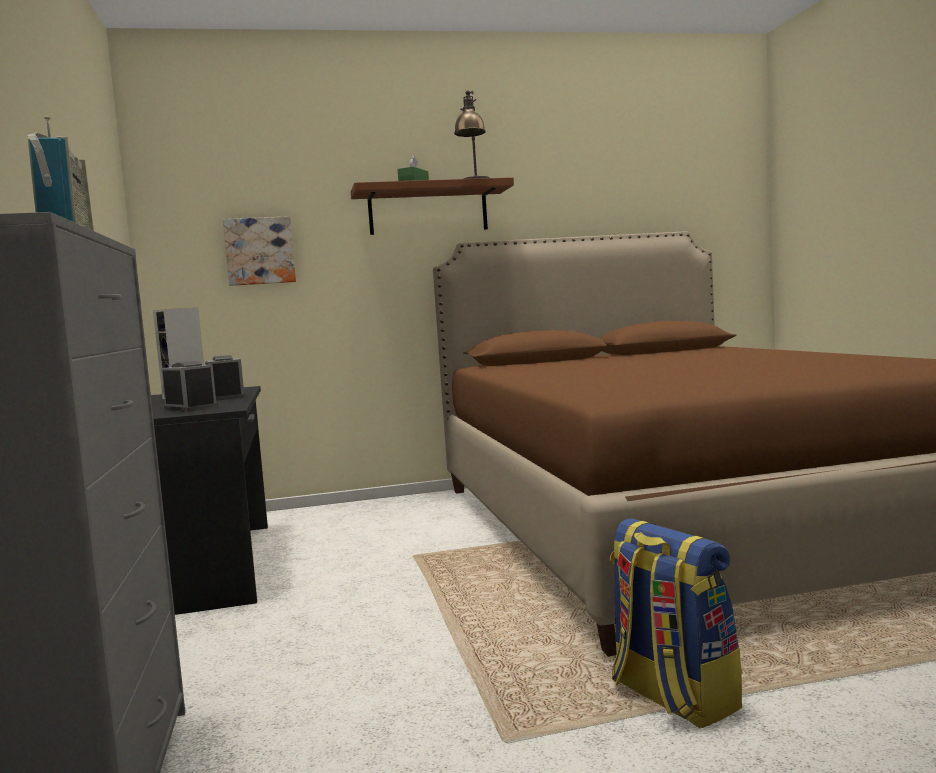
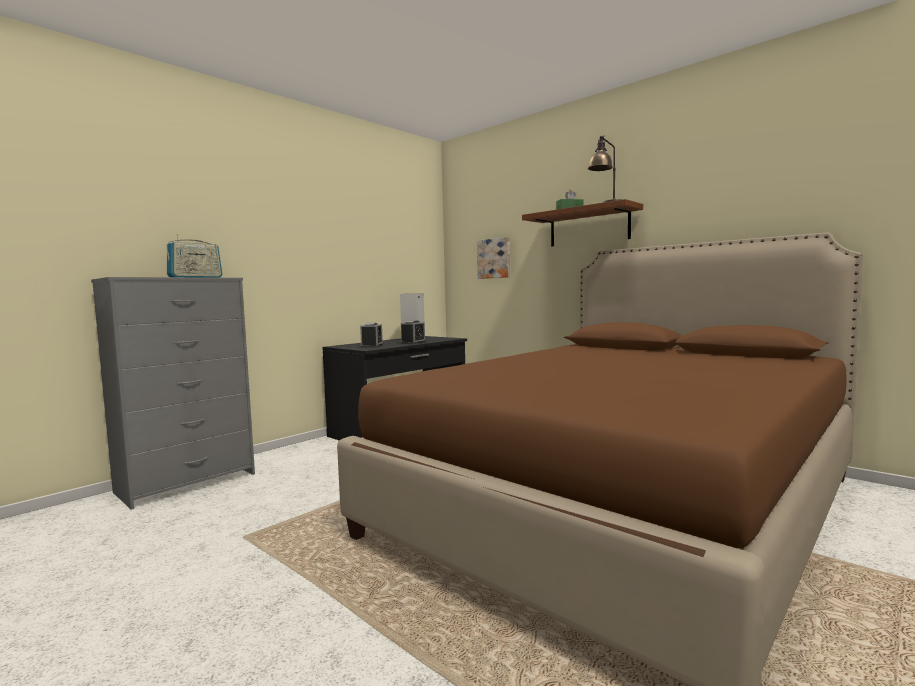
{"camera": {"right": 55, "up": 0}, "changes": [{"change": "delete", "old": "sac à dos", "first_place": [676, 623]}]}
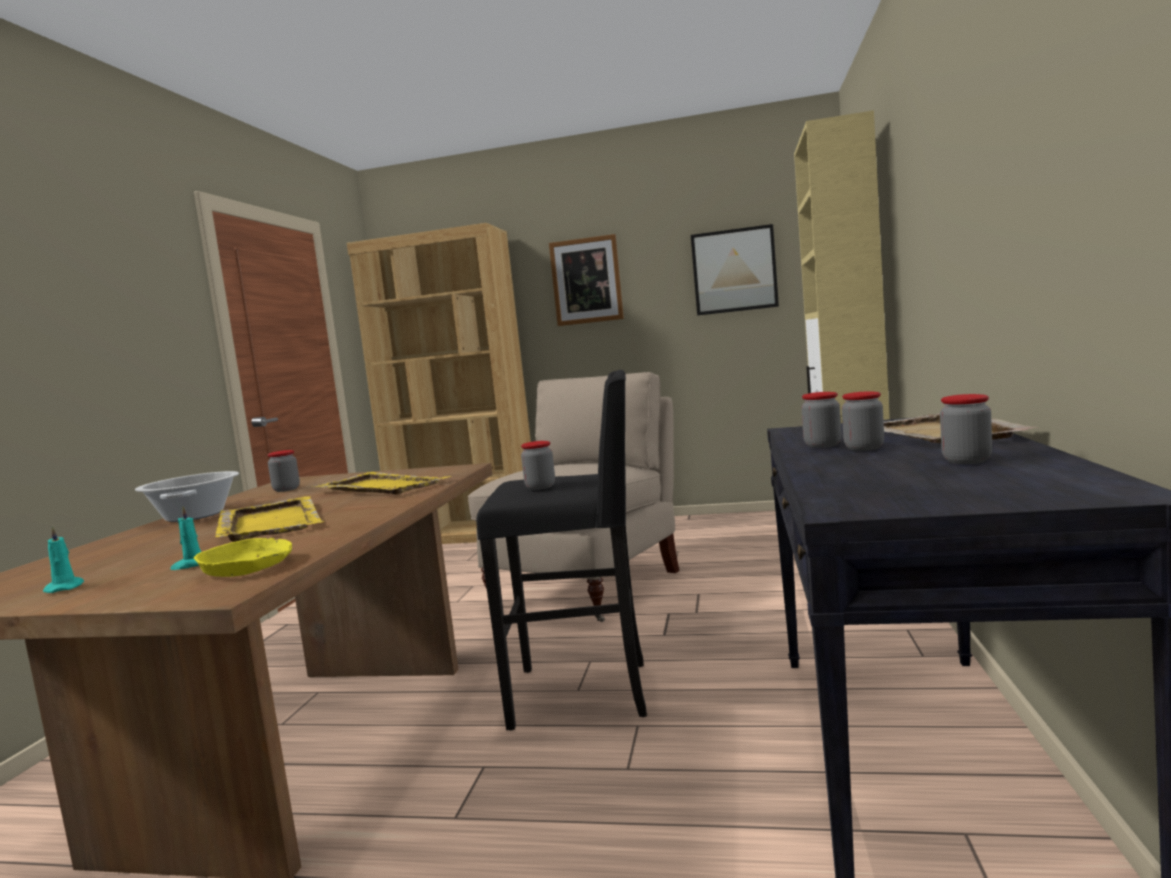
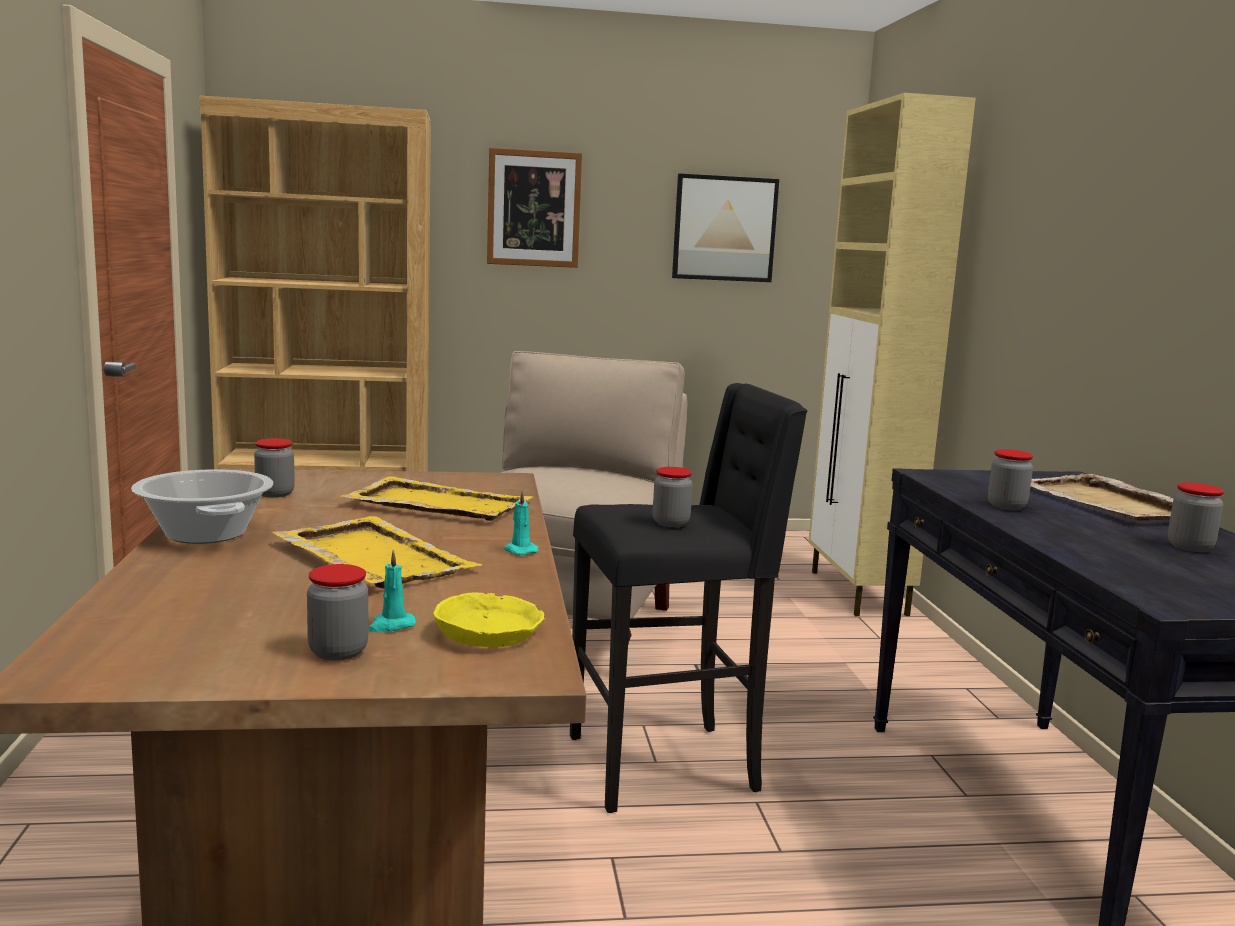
{"camera": {"right": -20, "up": 5}, "changes": [{"change": "move", "old": "bocal", "first_place": [863, 421], "second_place": [337, 612]}, {"change": "move", "old": "bougie (turquoise)", "first_place": [63, 559], "second_place": [521, 522]}]}
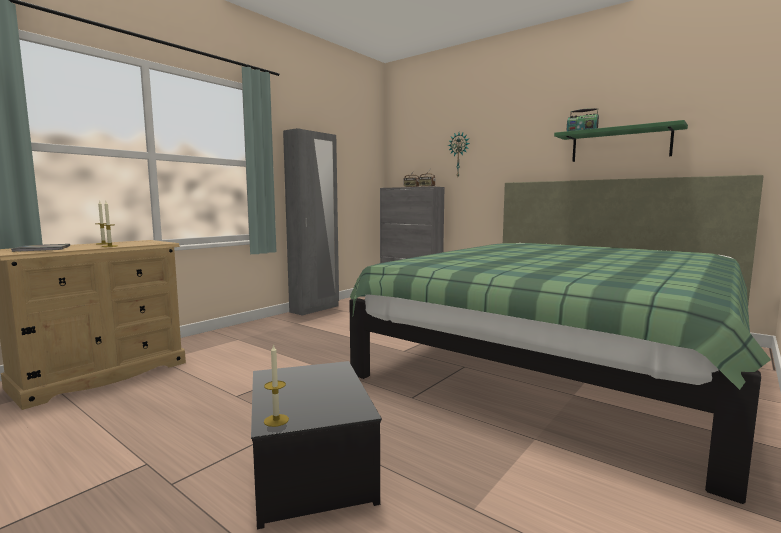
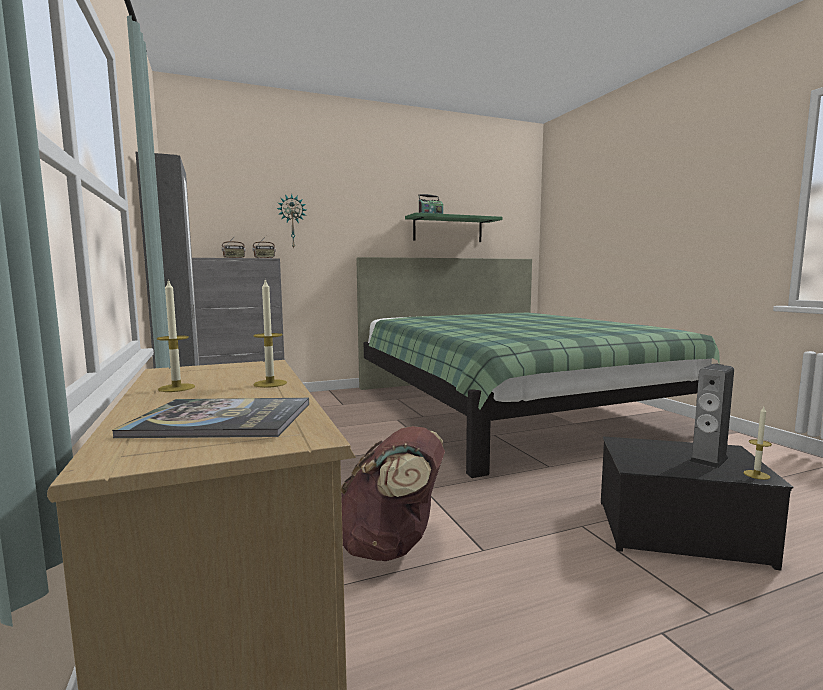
{"camera": {"right": -60, "up": 0}, "changes": [{"change": "insert", "new": "enceinte", "second_place": [711, 416]}, {"change": "insert", "new": "sac à dos (marron)", "second_place": [393, 493]}]}
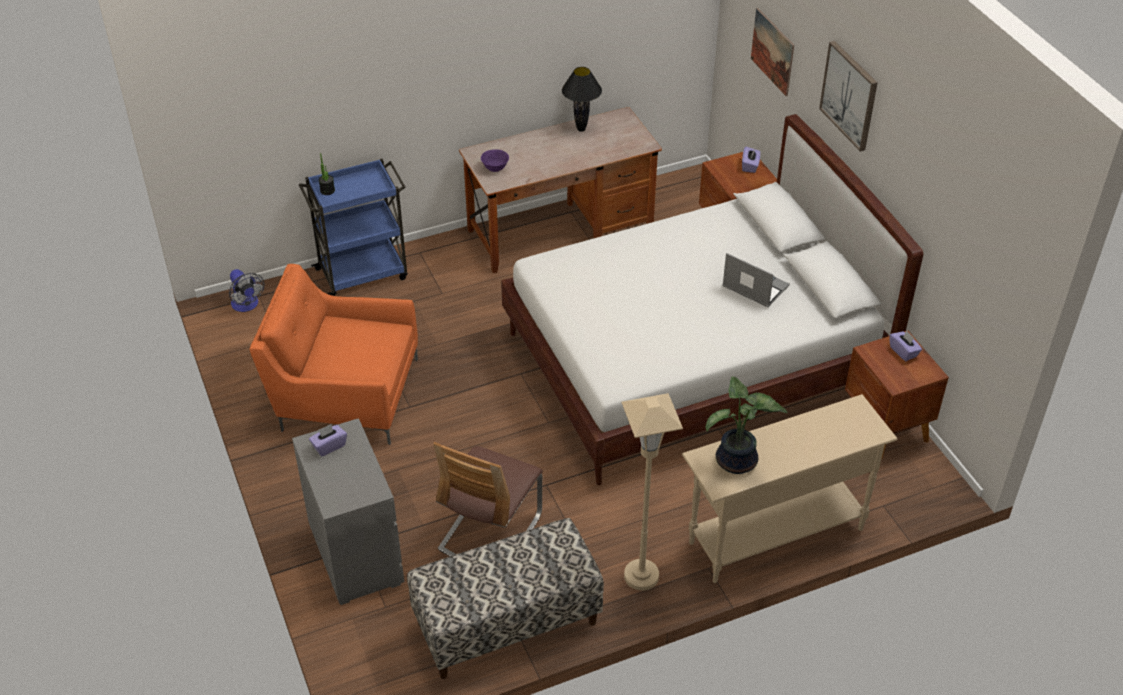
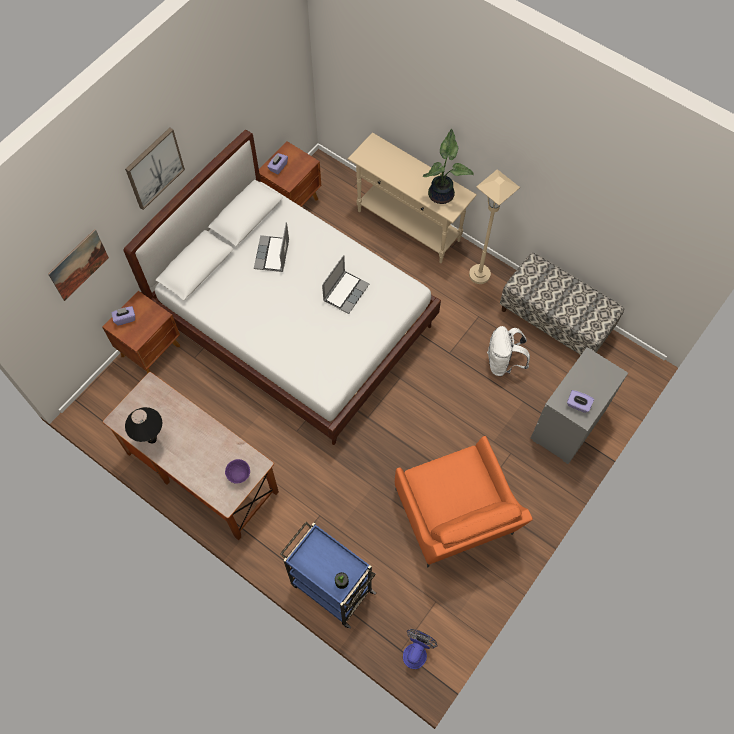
{"camera": {"right": -120, "up": 20}, "changes": [{"change": "replace", "old": "chaise", "new": "sac à dos (blanc)", "first_place": [488, 499], "second_place": [508, 351]}, {"change": "insert", "new": "ordinateur portable", "second_place": [345, 284]}]}
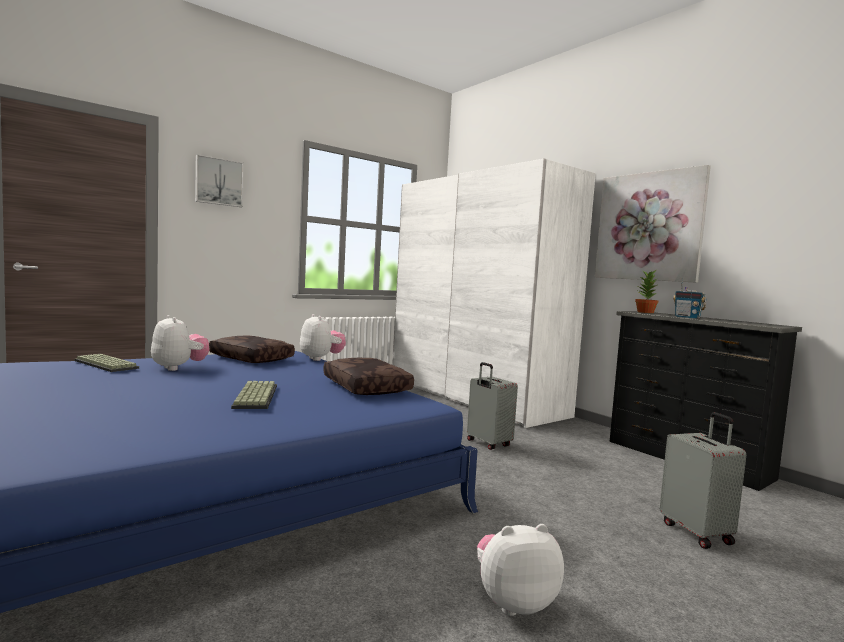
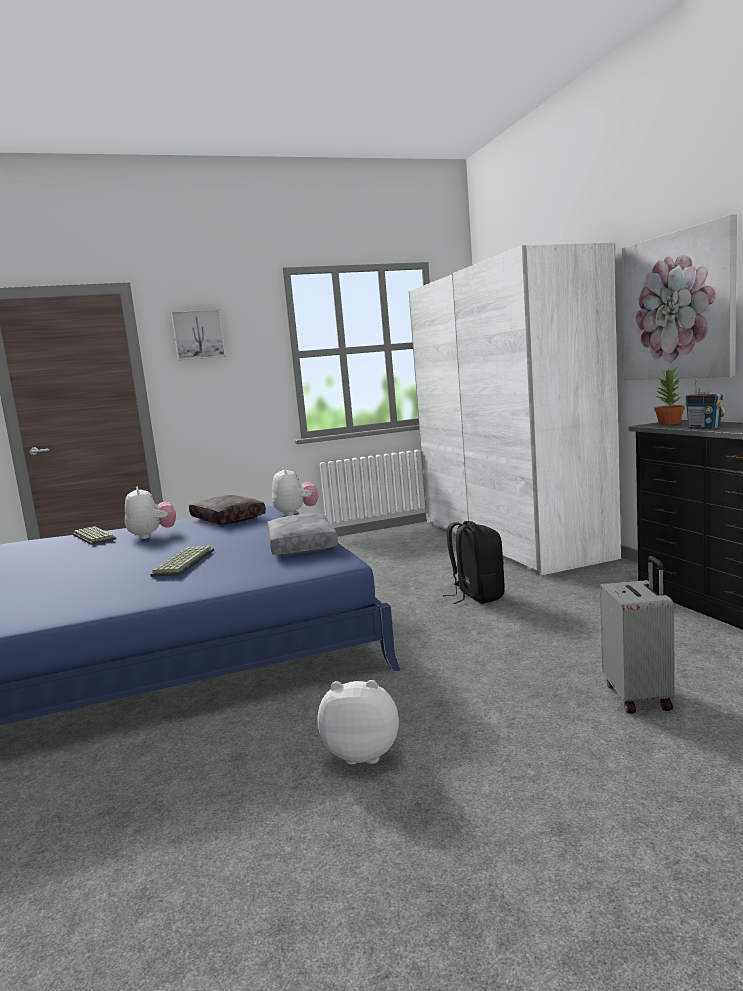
{"camera": {"right": 20, "up": 5}, "changes": [{"change": "recolor", "old": "coussin (marron)", "new": "coussin (gris)", "first_place": [368, 376], "second_place": [302, 534]}, {"change": "replace", "old": "valise (gris)", "new": "sac à dos (noir)", "first_place": [492, 406], "second_place": [474, 562]}]}
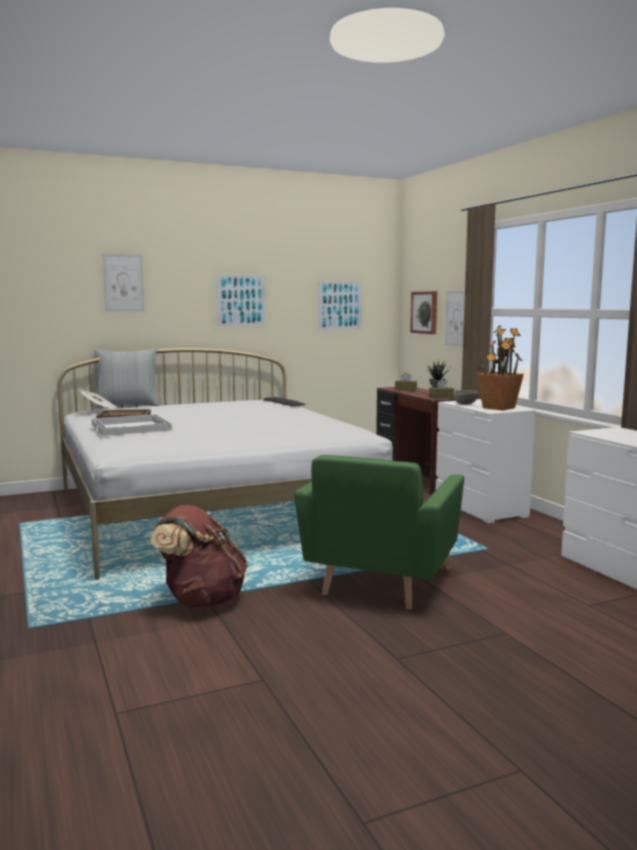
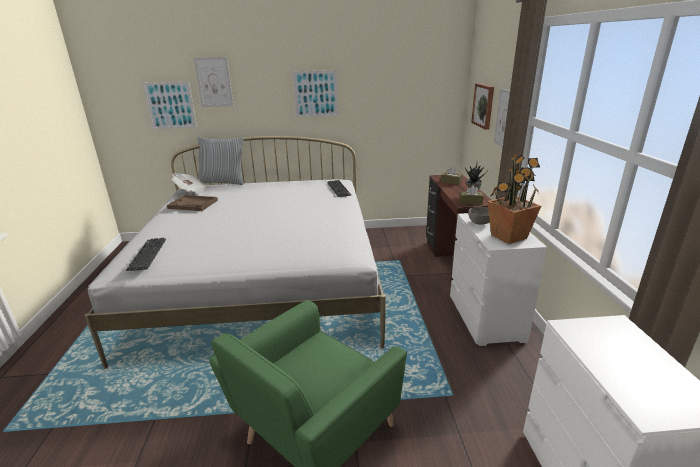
{"camera": {"right": 20, "up": 15}, "changes": [{"change": "move", "old": "tableau", "first_place": [340, 305], "second_place": [170, 105]}, {"change": "delete", "old": "plateau (blanc)", "first_place": [132, 425]}, {"change": "delete", "old": "sac à dos (marron)", "first_place": [199, 556]}, {"change": "insert", "new": "clavier", "second_place": [146, 254]}]}
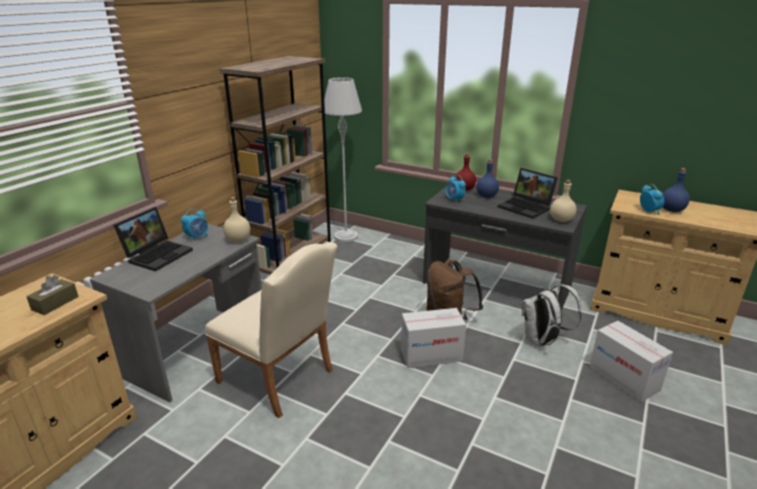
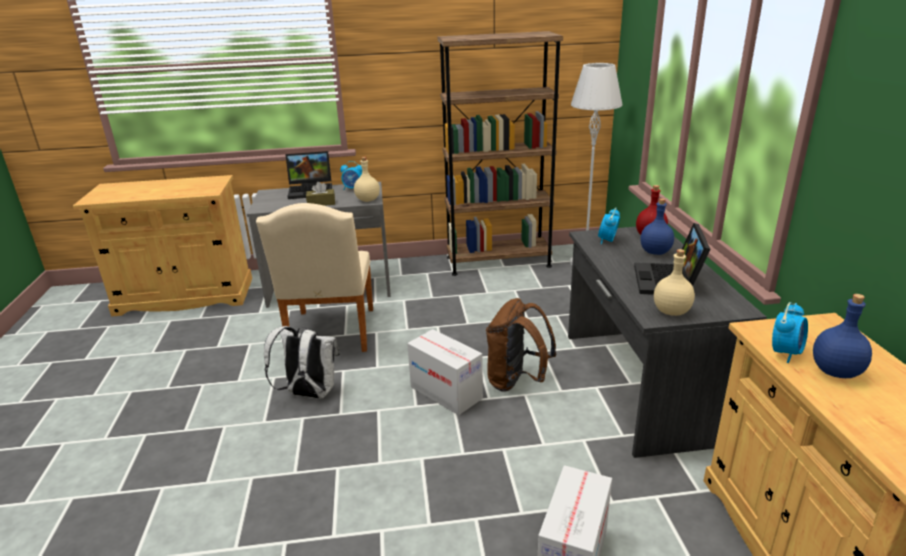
{"camera": {"right": 55, "up": 0}, "changes": [{"change": "move", "old": "boîte à mouchoirs (marron)", "first_place": [52, 295], "second_place": [320, 194]}, {"change": "move", "old": "sac à dos (blanc)", "first_place": [551, 315], "second_place": [302, 362]}]}
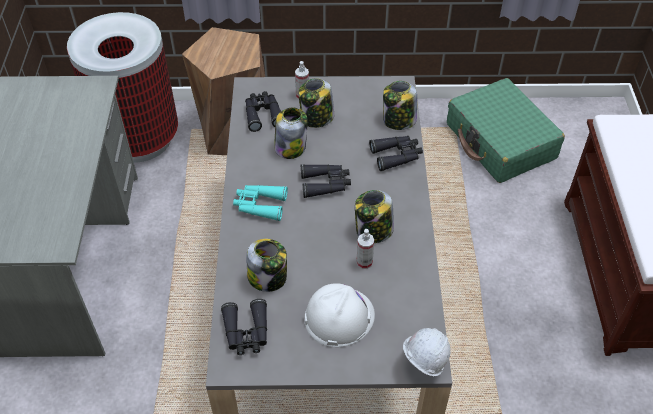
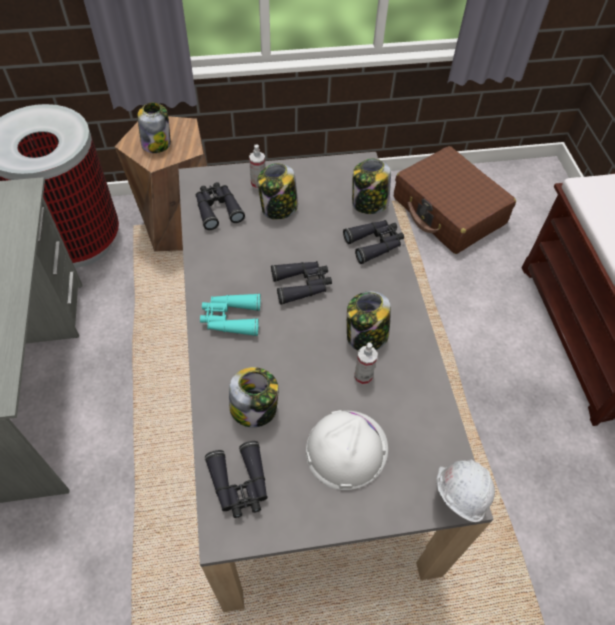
{"camera": {"right": -10, "up": 5}, "changes": [{"change": "recolor", "old": "valise (vert)", "new": "valise (marron)", "first_place": [506, 130], "second_place": [455, 200]}, {"change": "move", "old": "bocal", "first_place": [291, 133], "second_place": [154, 127]}]}
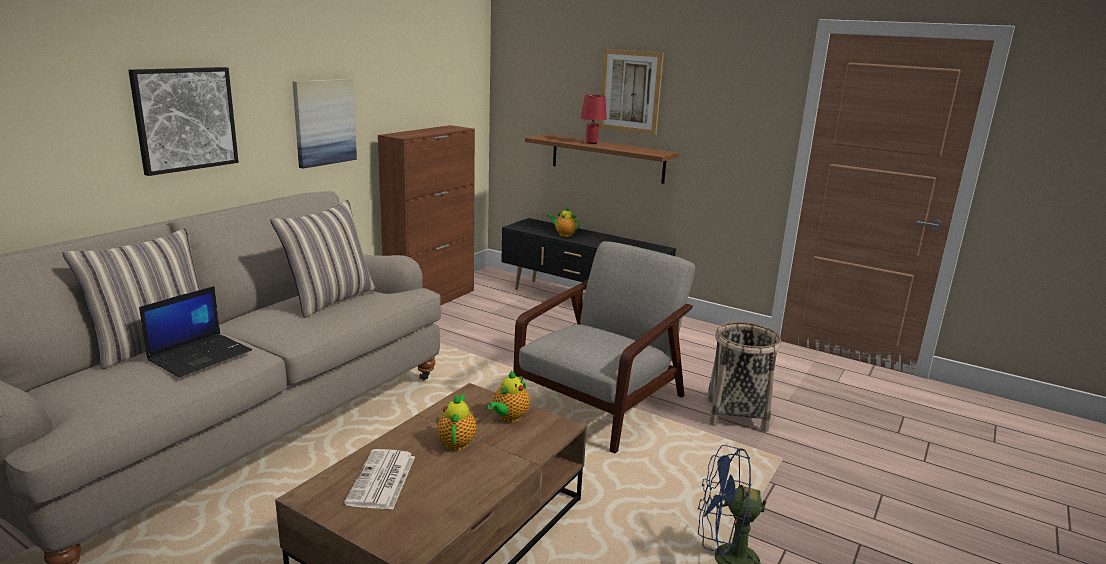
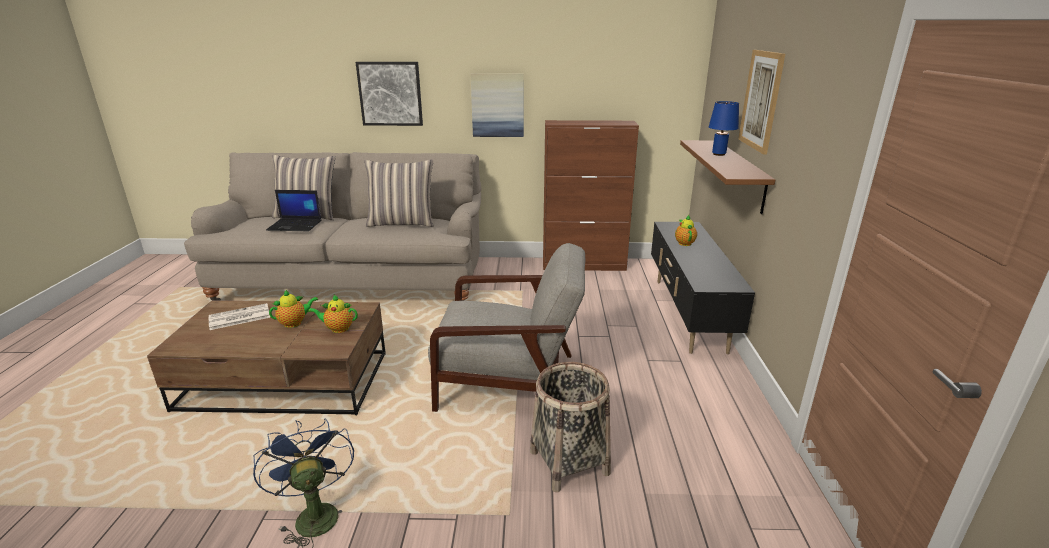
{"camera": {"right": 60, "up": 5}, "changes": [{"change": "recolor", "old": "lampe de table (rouge)", "new": "lampe de table (bleu)", "first_place": [594, 119], "second_place": [724, 128]}]}
